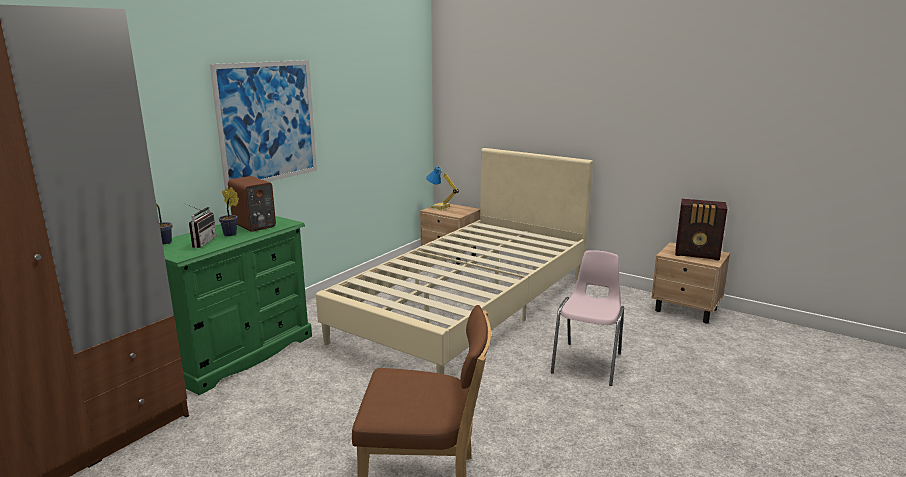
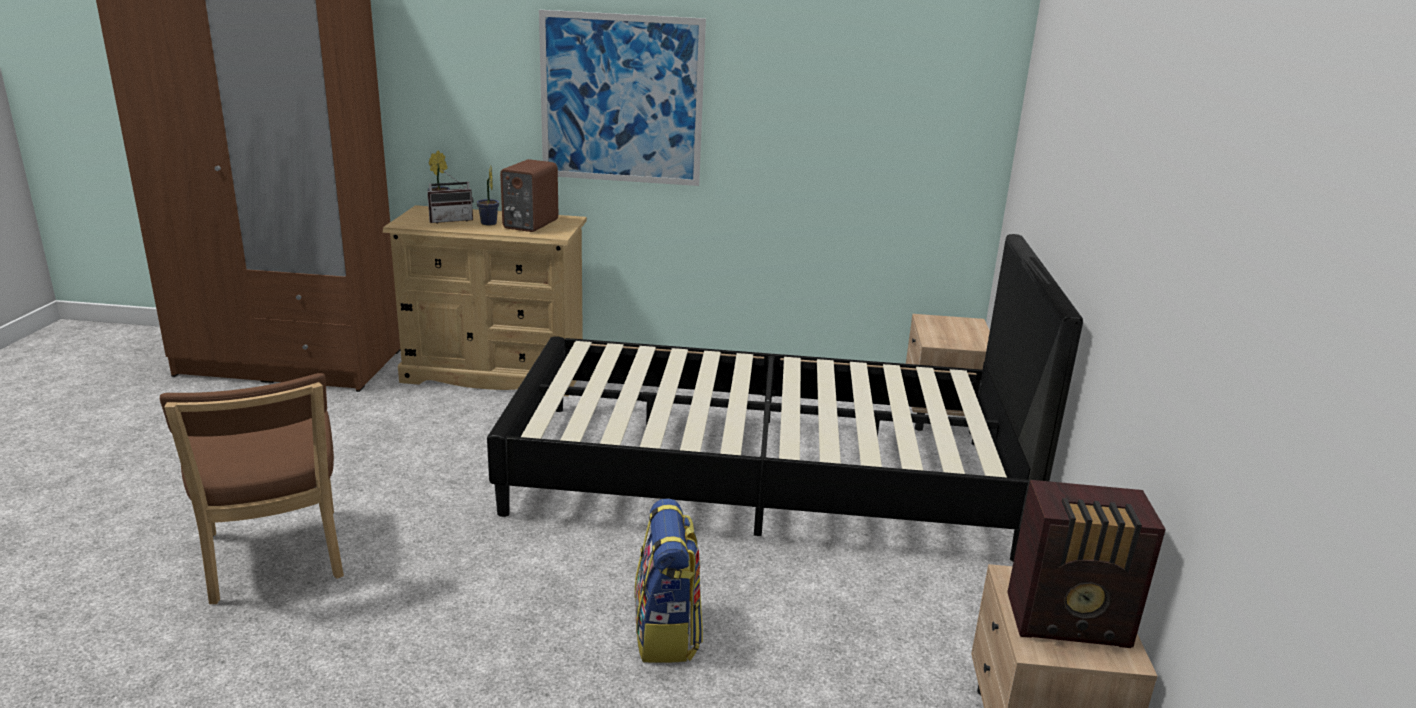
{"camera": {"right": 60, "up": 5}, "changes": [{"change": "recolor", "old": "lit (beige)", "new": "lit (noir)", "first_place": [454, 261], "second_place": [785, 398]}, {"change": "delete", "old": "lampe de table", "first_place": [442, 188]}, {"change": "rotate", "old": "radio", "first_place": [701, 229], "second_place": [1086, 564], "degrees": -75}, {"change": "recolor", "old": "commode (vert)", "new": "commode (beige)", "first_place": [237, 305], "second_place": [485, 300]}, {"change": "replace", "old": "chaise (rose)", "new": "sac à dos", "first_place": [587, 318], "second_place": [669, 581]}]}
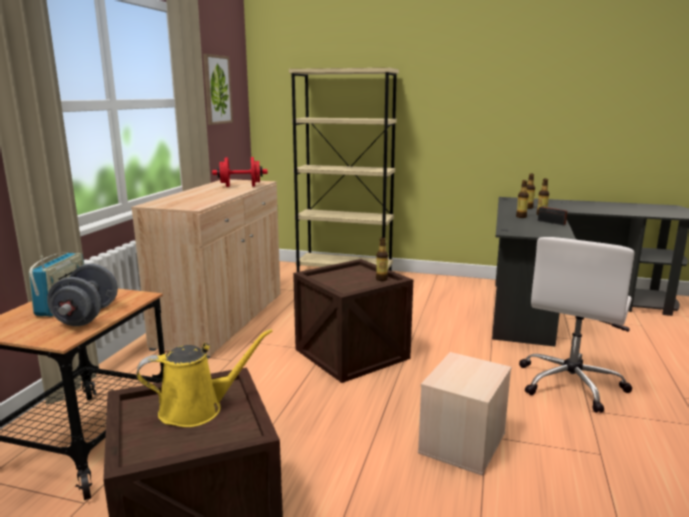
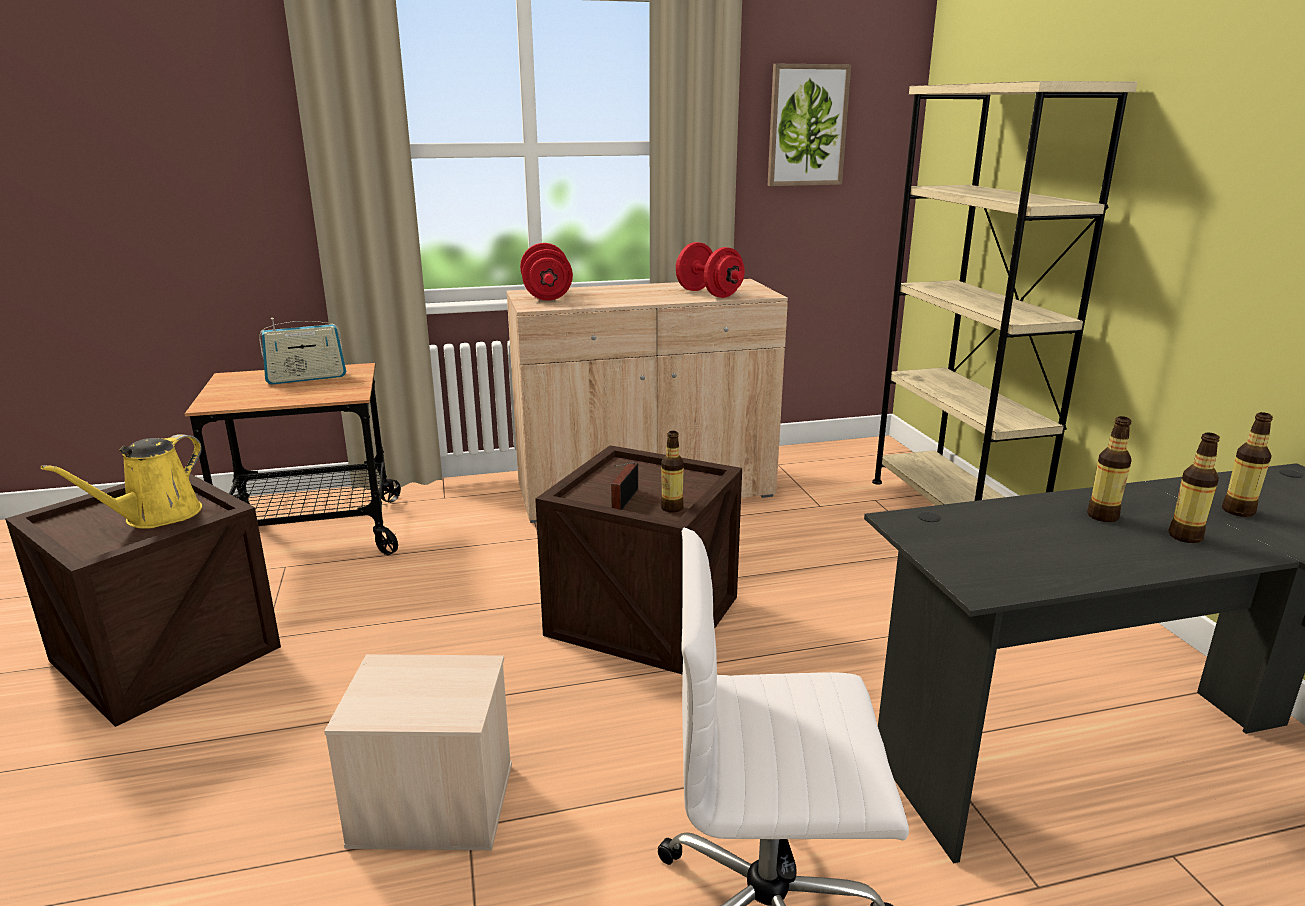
{"camera": {"right": 60, "up": 5}, "changes": [{"change": "move", "old": "radio", "first_place": [555, 212], "second_place": [624, 486]}, {"change": "delete", "old": "haltère (gris)", "first_place": [82, 295]}, {"change": "rotate", "old": "arrosoir (jaune)", "first_place": [204, 378], "second_place": [121, 481], "degrees": 75}, {"change": "insert", "new": "haltère (rouge)", "second_place": [546, 272]}]}
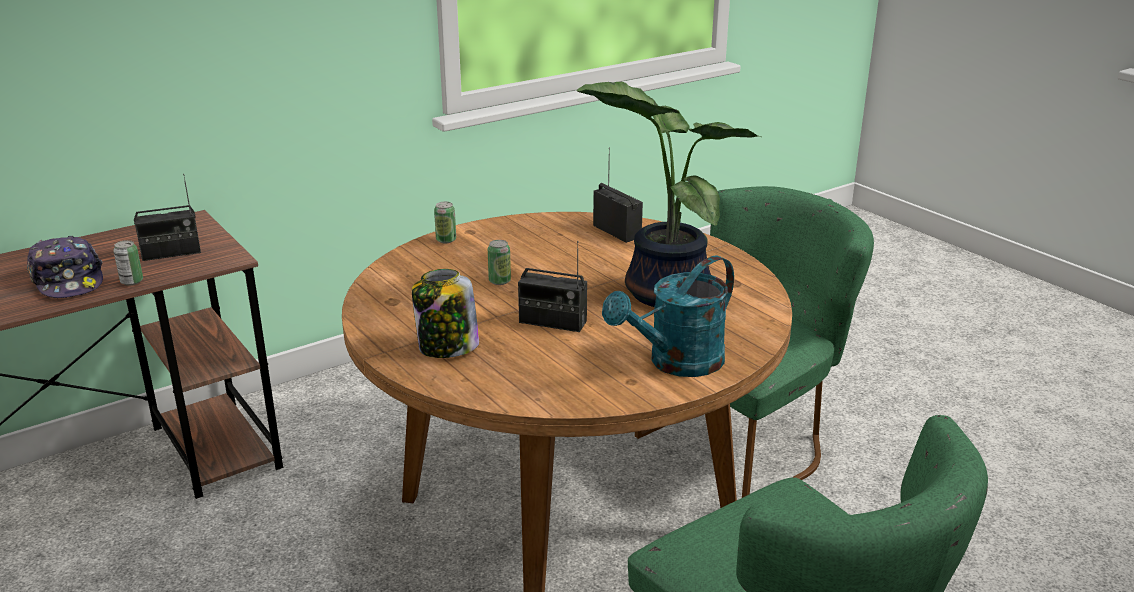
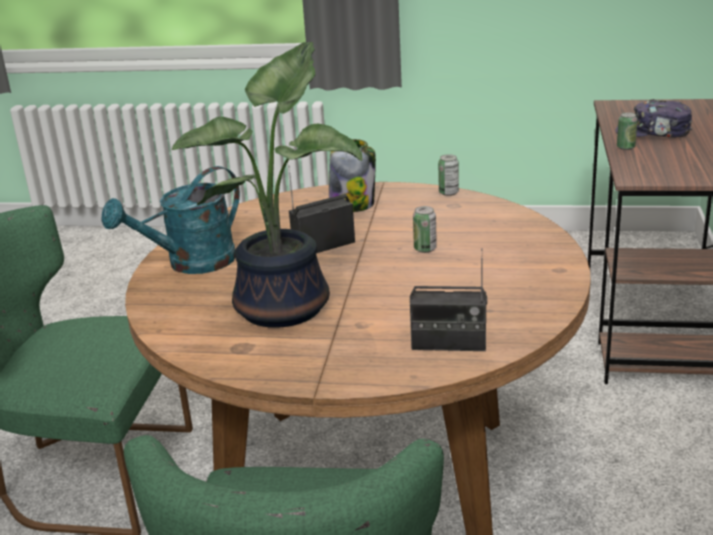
{"camera": {"right": 135, "up": 0}, "changes": [{"change": "delete", "old": "radio", "first_place": [167, 217]}, {"change": "move", "old": "boîte métallique", "first_place": [445, 223], "second_place": [448, 175]}, {"change": "rotate", "old": "arrosoir (turquoise)", "first_place": [668, 316], "second_place": [170, 220], "degrees": -135}]}
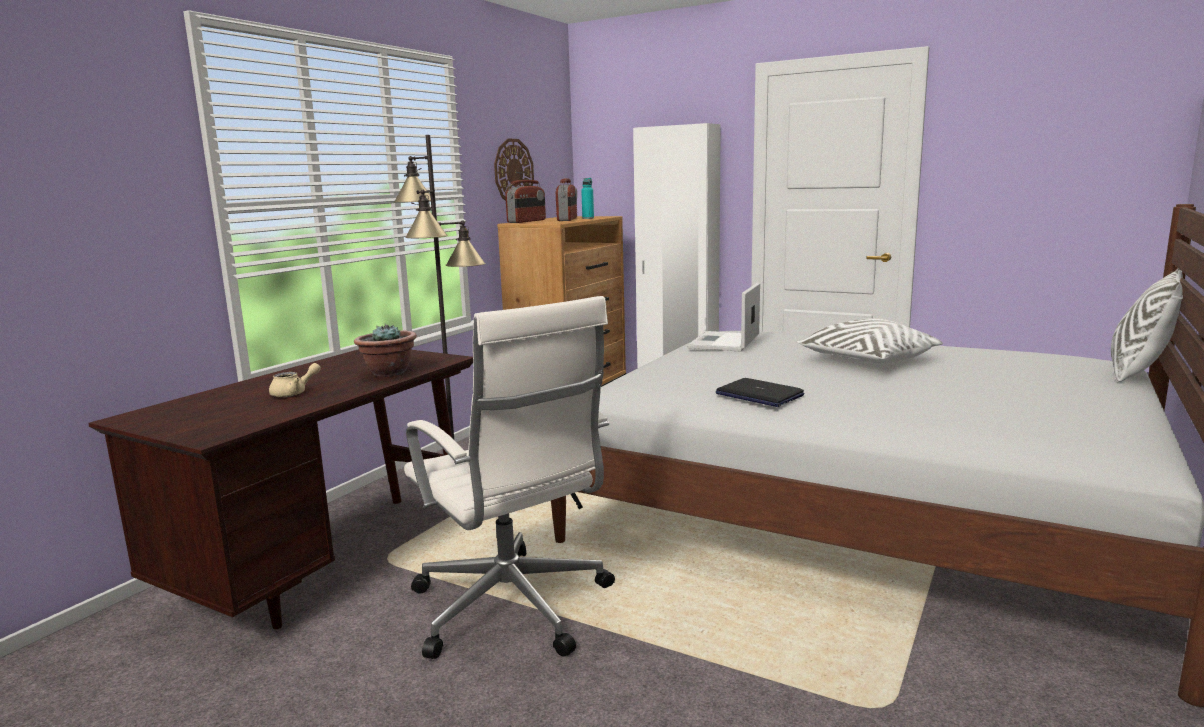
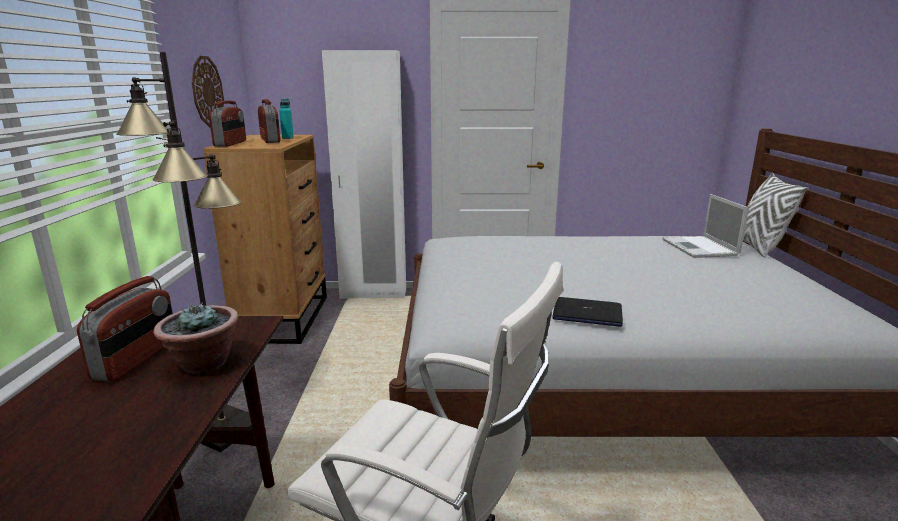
{"camera": {"right": -30, "up": 5}, "changes": [{"change": "move", "old": "ordinateur portable", "first_place": [723, 317], "second_place": [706, 226]}, {"change": "delete", "old": "coussin (blanc)", "first_place": [870, 340]}, {"change": "delete", "old": "théière (beige)", "first_place": [295, 380]}, {"change": "insert", "new": "radio", "second_place": [125, 329]}]}
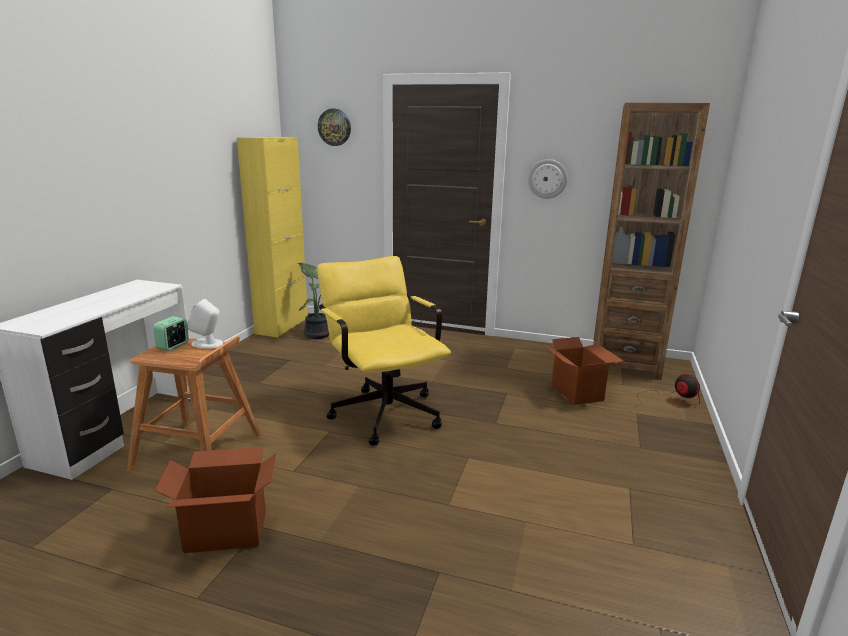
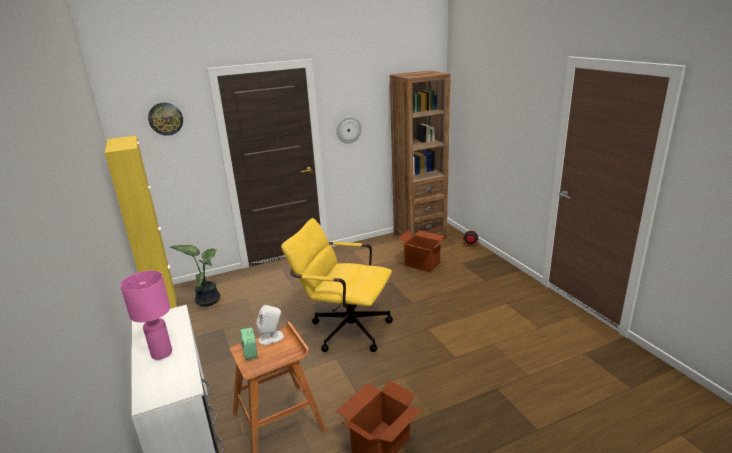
{"camera": {"right": -40, "up": 5}, "changes": [{"change": "insert", "new": "lampe de table (rose)", "second_place": [146, 315]}]}
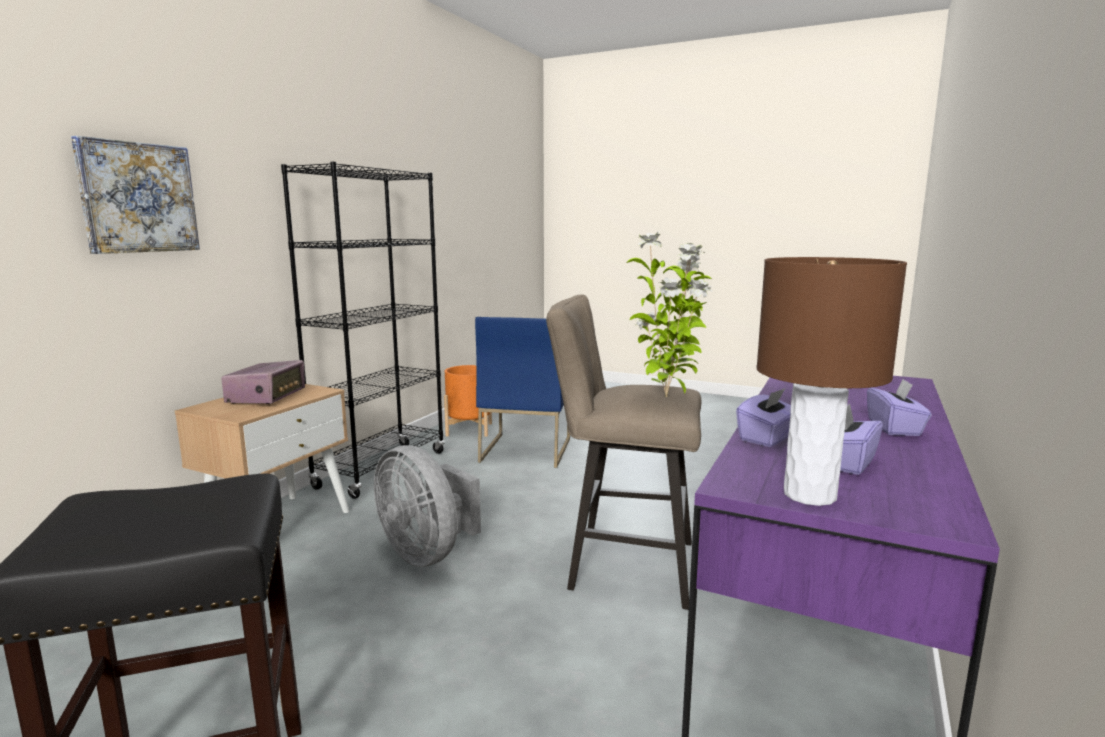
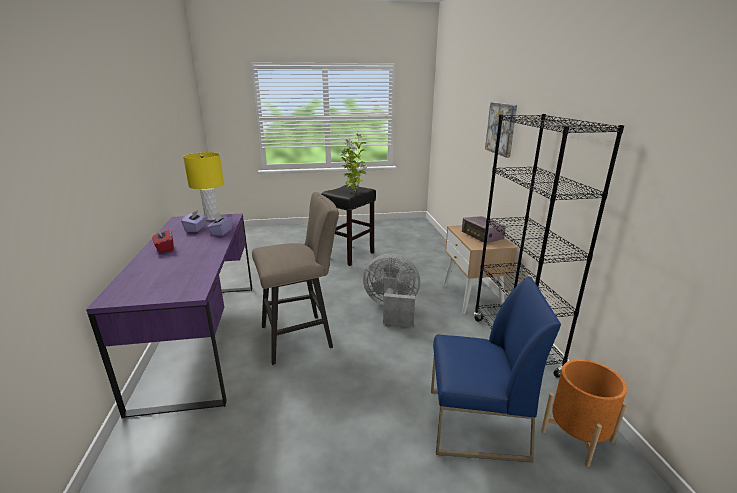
{"camera": {"right": 145, "up": 10}, "changes": [{"change": "move", "old": "plante en pot", "first_place": [669, 314], "second_place": [353, 162]}, {"change": "recolor", "old": "lampe de table (marron)", "new": "lampe de table (jaune)", "first_place": [832, 381], "second_place": [203, 186]}, {"change": "rotate", "old": "chaise (bleu)", "first_place": [522, 392], "second_place": [496, 369], "degrees": 120}, {"change": "recolor", "old": "boîte à mouchoirs (violet)", "new": "boîte à mouchoirs (rouge)", "first_place": [899, 407], "second_place": [162, 241]}]}
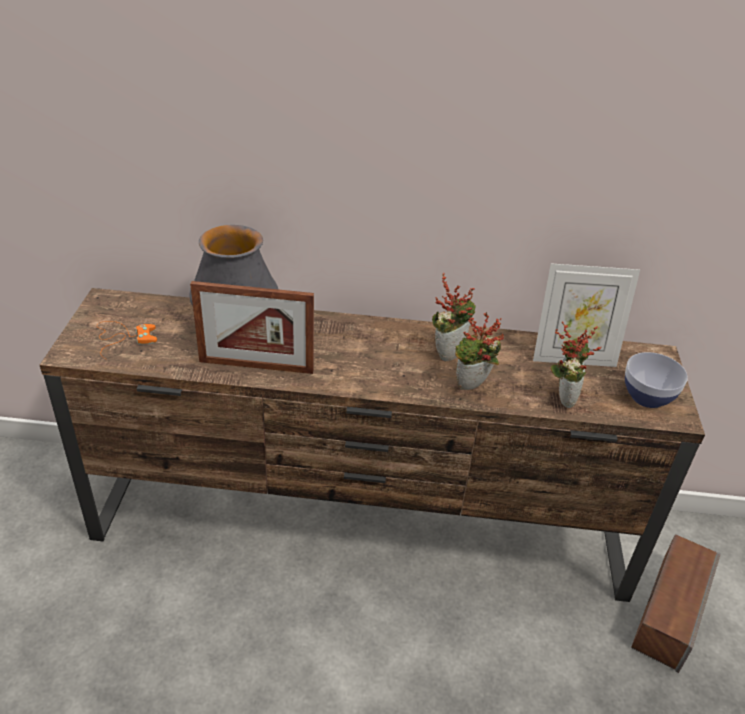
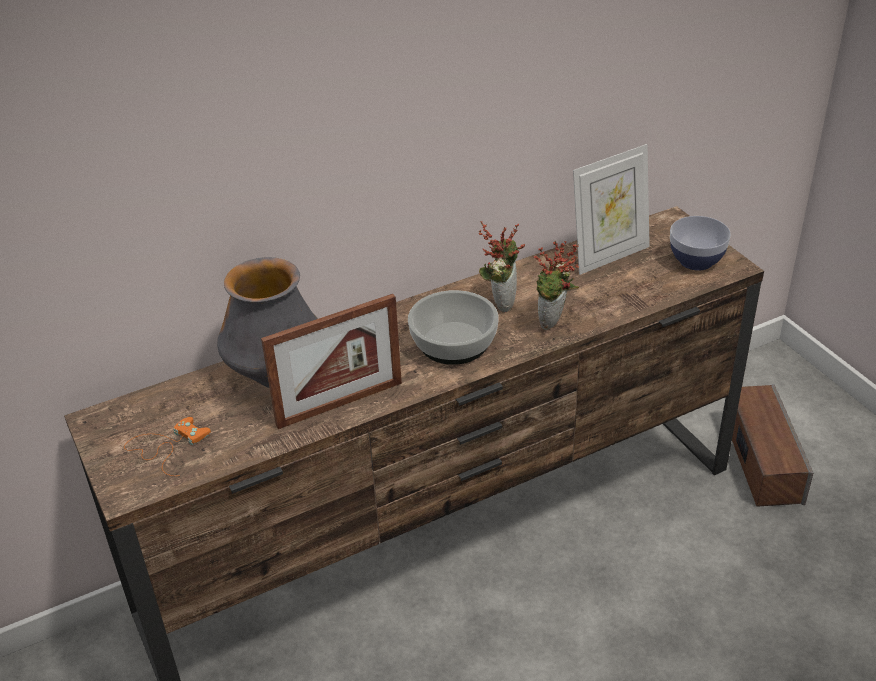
{"camera": {"right": -30, "up": 0}, "changes": [{"change": "delete", "old": "plante en pot", "first_place": [576, 365]}, {"change": "insert", "new": "bol", "second_place": [453, 327]}]}
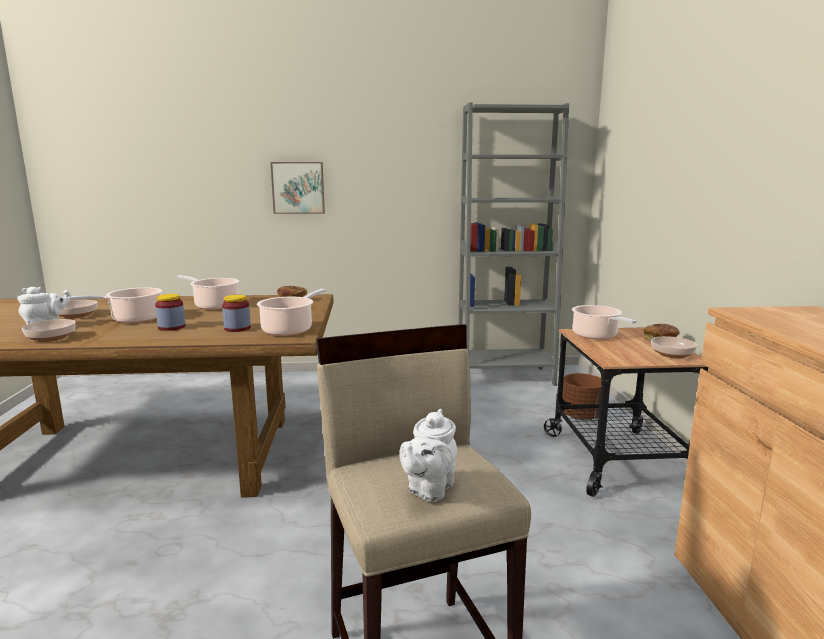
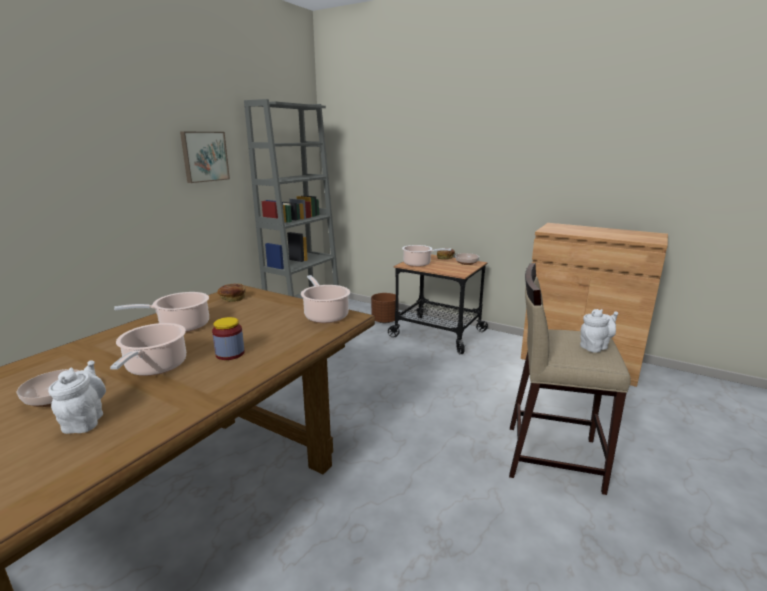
{"camera": {"right": -55, "up": 5}, "changes": [{"change": "move", "old": "tableau", "first_place": [297, 188], "second_place": [205, 157]}, {"change": "delete", "old": "bocal", "first_place": [236, 313]}, {"change": "delete", "old": "bol", "first_place": [49, 330]}, {"change": "rotate", "old": "théière (blanc)", "first_place": [428, 455], "second_place": [599, 331], "degrees": -90}]}
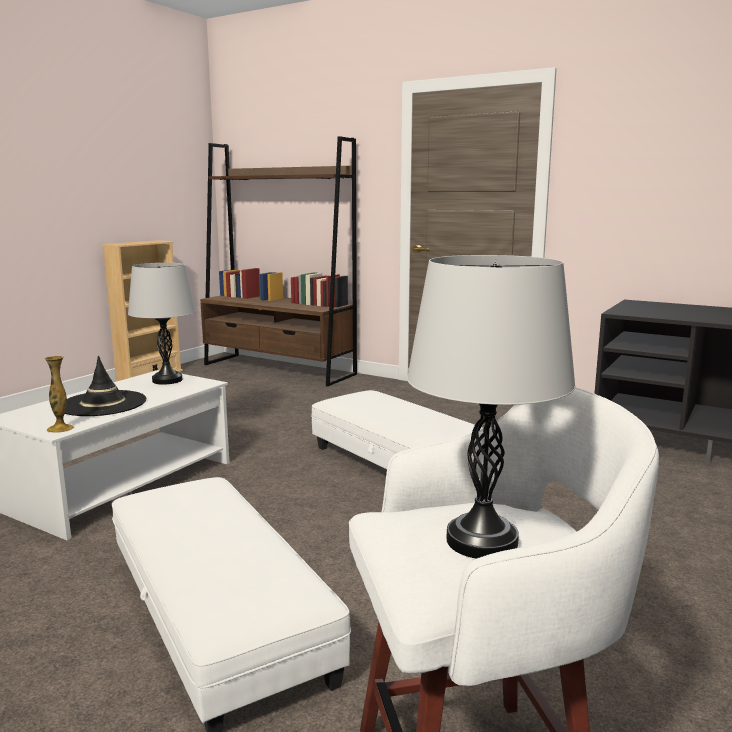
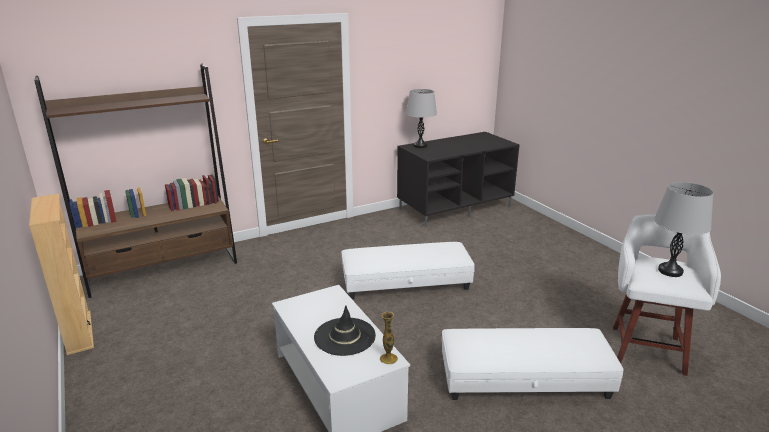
{"camera": {"right": -60, "up": 10}, "changes": [{"change": "move", "old": "lampe de table (gris)", "first_place": [162, 324], "second_place": [421, 118]}]}
